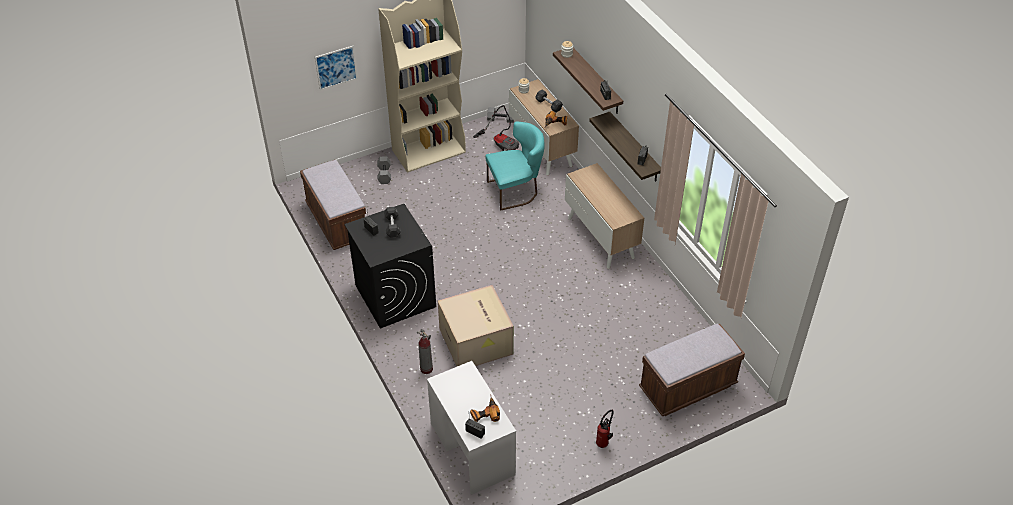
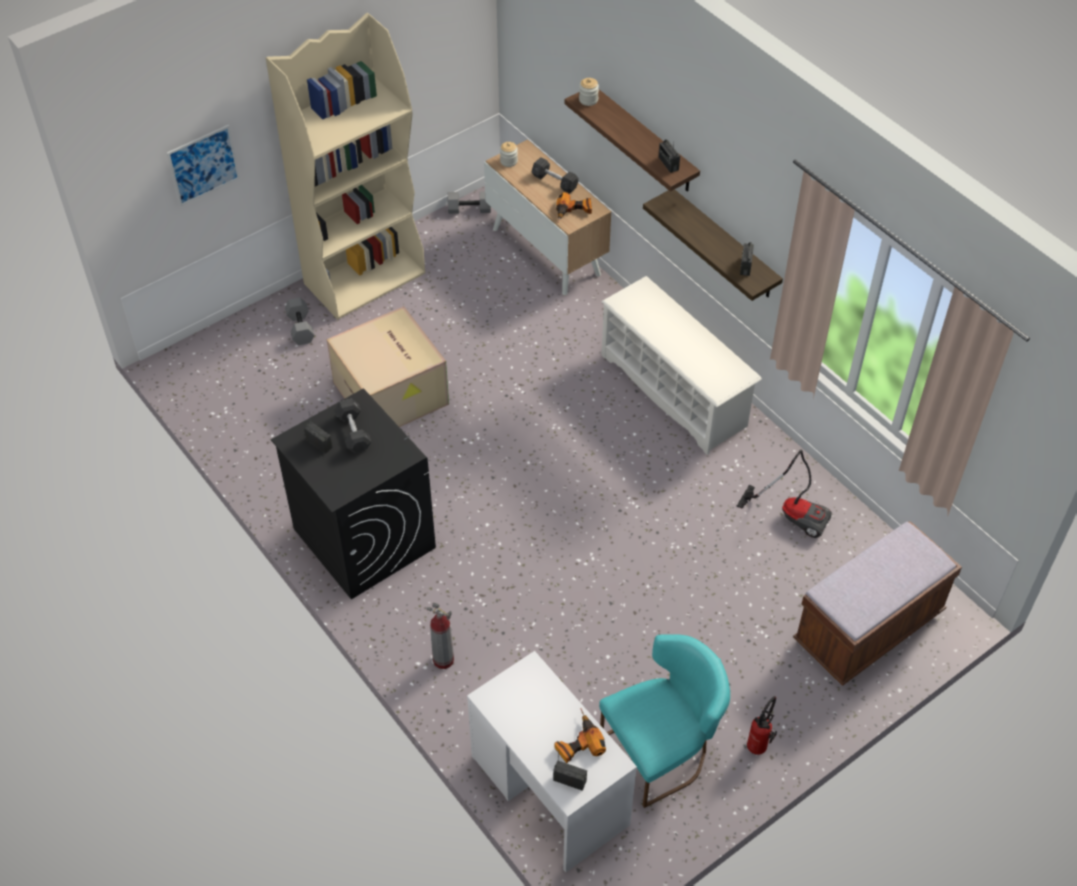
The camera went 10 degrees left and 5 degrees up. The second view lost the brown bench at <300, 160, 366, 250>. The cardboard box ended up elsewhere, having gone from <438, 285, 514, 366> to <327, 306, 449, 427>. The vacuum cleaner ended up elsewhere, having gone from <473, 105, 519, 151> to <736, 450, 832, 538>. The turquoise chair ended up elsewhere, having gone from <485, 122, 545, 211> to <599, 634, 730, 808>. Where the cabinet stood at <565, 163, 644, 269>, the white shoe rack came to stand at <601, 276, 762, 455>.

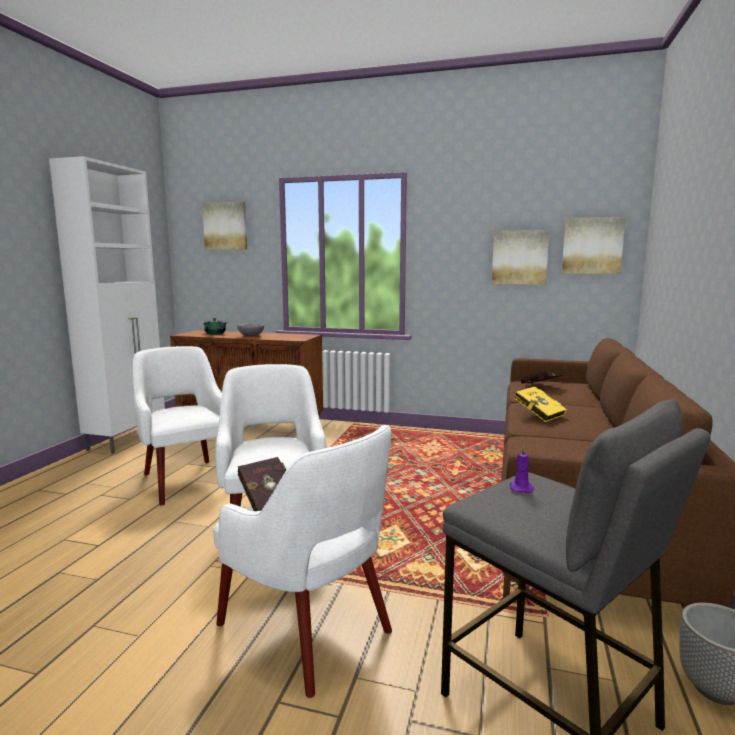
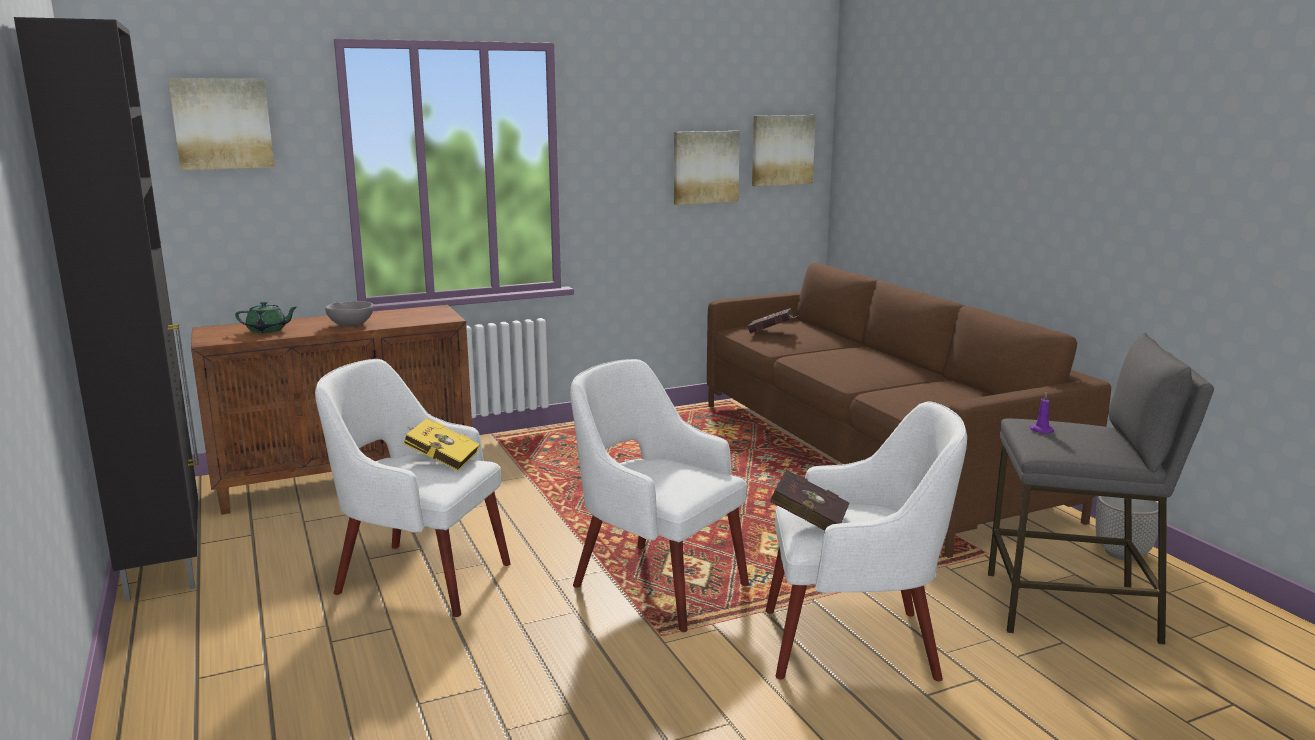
The camera went 40 degrees left and 5 degrees up. What was the white cabinet at <49, 156, 165, 454> turned into the black cabinet at <14, 17, 199, 602>. The yellow book ended up elsewhere, having gone from <514, 386, 567, 422> to <403, 418, 480, 471>.

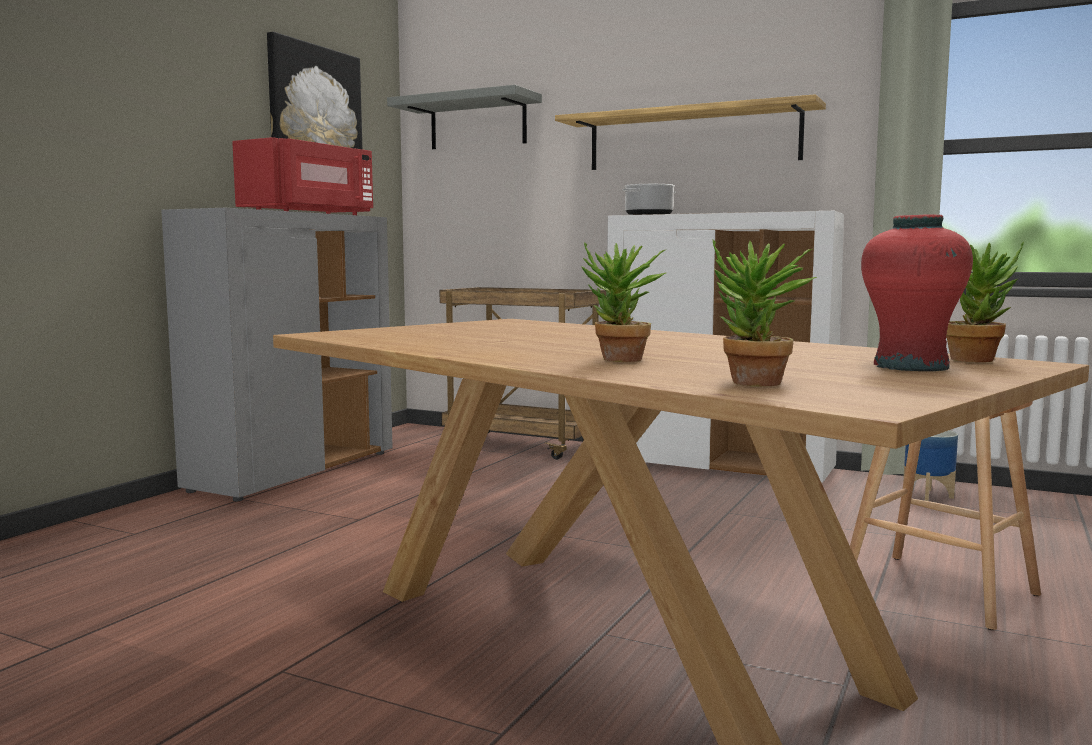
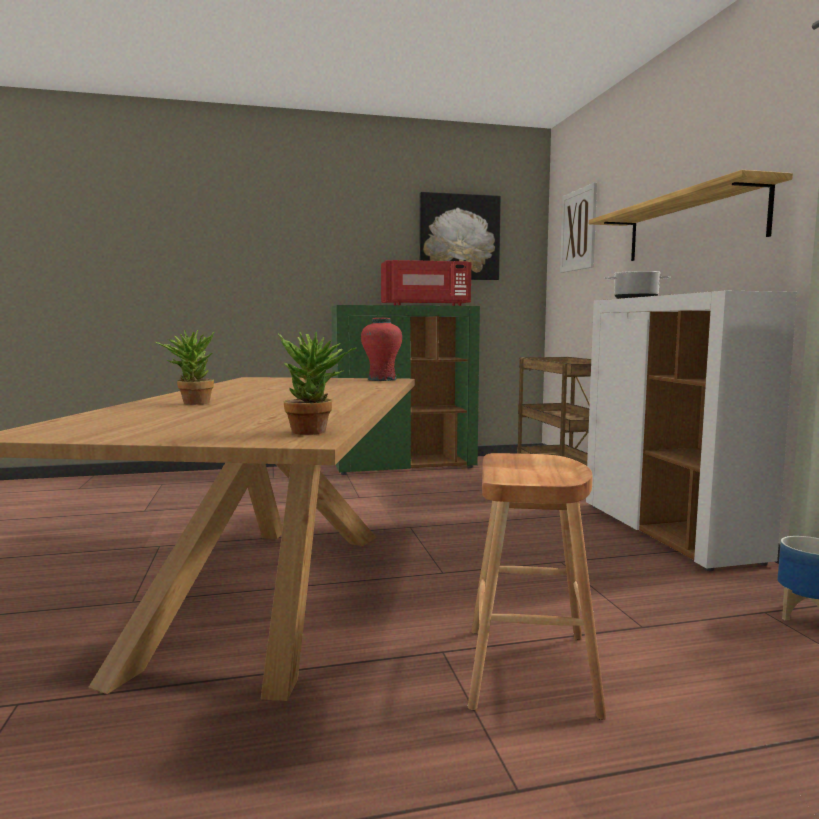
The camera went 50 degrees right and 0 degrees up. What was the grey cabinet at <161, 208, 393, 501> turned into the green cabinet at <331, 305, 480, 475>. Where the grey shelf hung at <387, 85, 542, 149>, the picture came to hang at <560, 182, 597, 273>. The second view lost the potted plant at <713, 240, 817, 387>. The red vase ended up elsewhere, having gone from <861, 214, 973, 371> to <361, 318, 402, 381>.

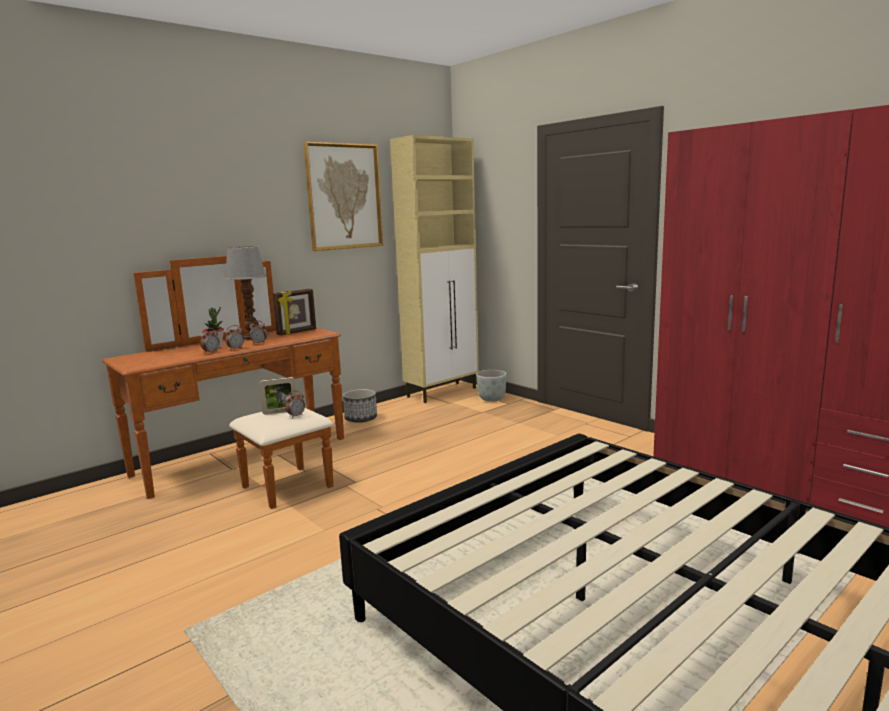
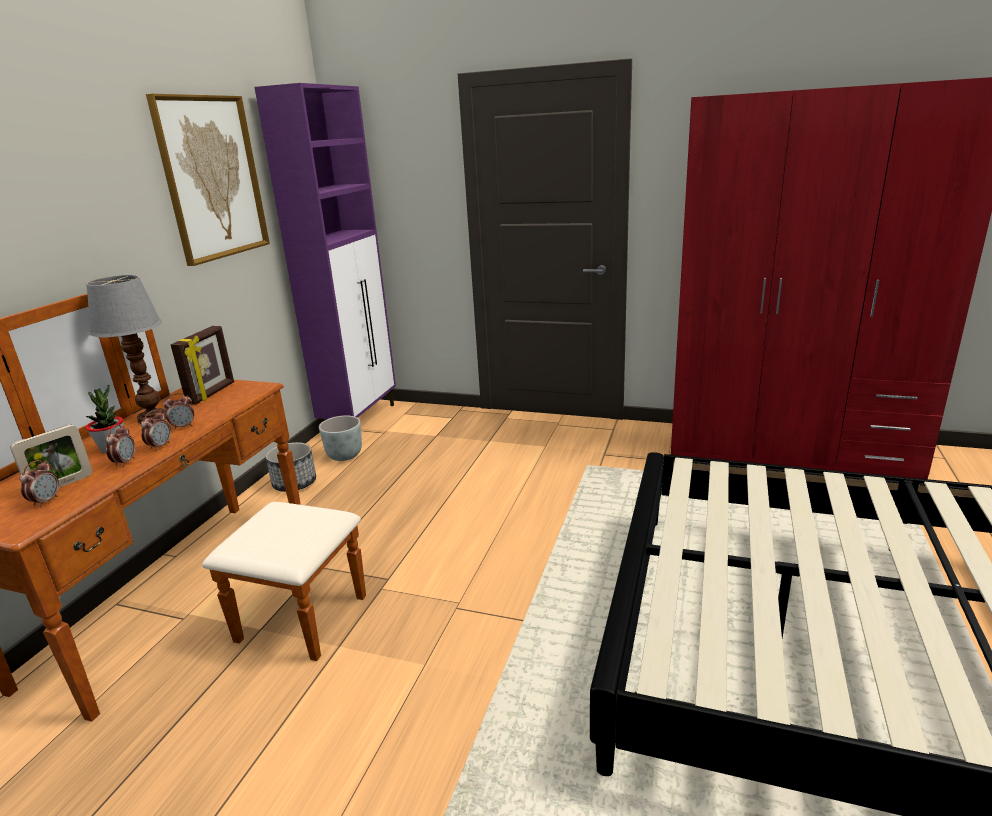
The camera went 30 degrees left and 10 degrees up. The picture frame ended up elsewhere, having gone from <259, 377, 297, 415> to <10, 425, 92, 488>. The alarm clock ended up elsewhere, having gone from <285, 391, 305, 418> to <20, 460, 59, 507>. What was the beige cabinet at <390, 135, 479, 403> turned into the purple cabinet at <254, 83, 396, 424>. The grey planter ended up elsewhere, having gone from <476, 370, 507, 402> to <319, 415, 362, 461>.

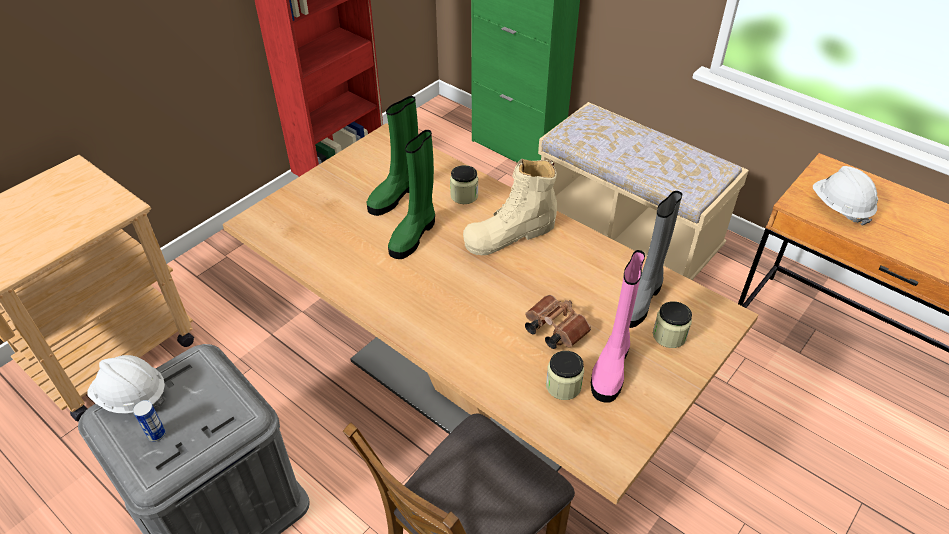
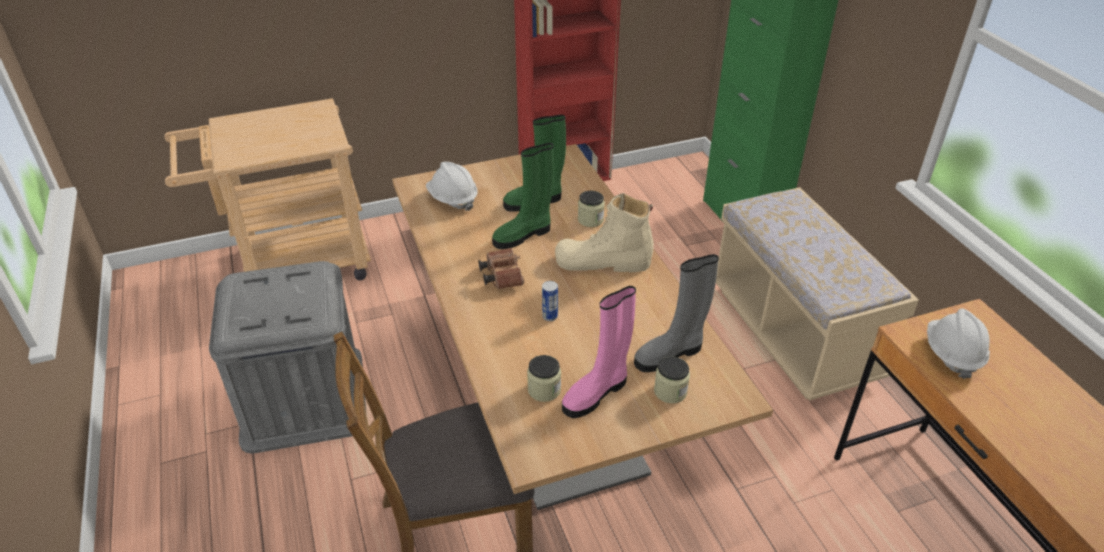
The camera went 30 degrees right and 5 degrees down. The white hard hat ended up elsewhere, having gone from <87, 355, 166, 413> to <426, 162, 478, 211>. The can ended up elsewhere, having gone from <133, 400, 166, 442> to <542, 281, 558, 321>. The brown binoculars ended up elsewhere, having gone from <525, 295, 591, 349> to <478, 248, 524, 289>.

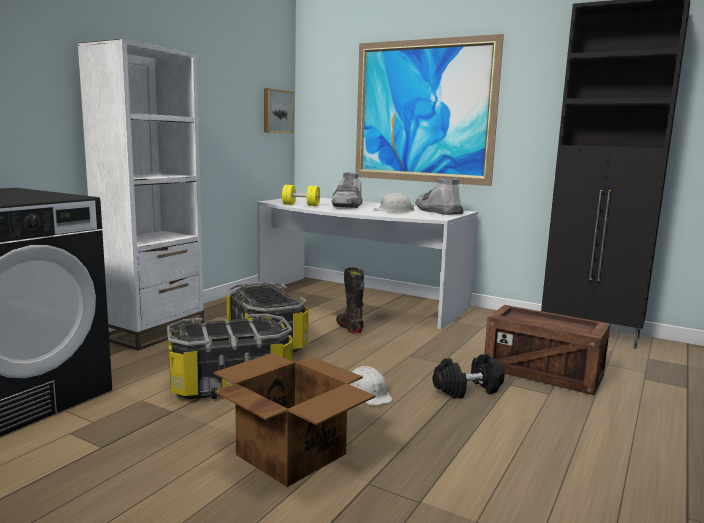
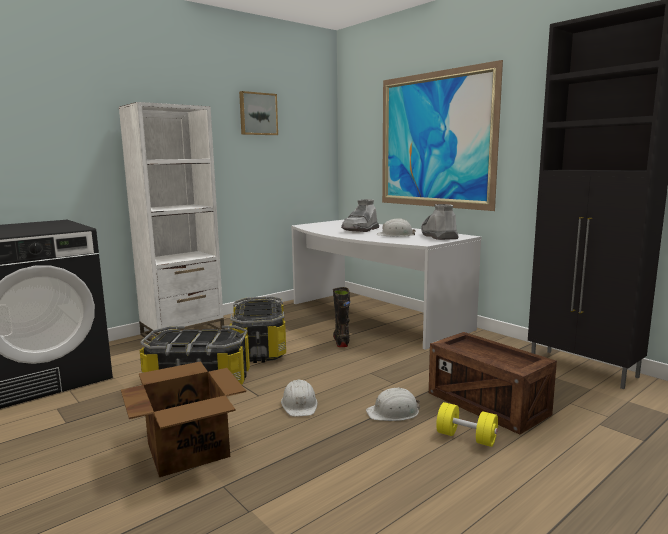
The camera went 20 degrees right and 0 degrees up. The picture ended up elsewhere, having gone from <264, 88, 294, 134> to <239, 91, 278, 135>. The yellow dumbbell ended up elsewhere, having gone from <282, 185, 320, 206> to <436, 402, 498, 447>. Where the black dumbbell stood at <432, 354, 505, 399>, the white hard hat came to stand at <366, 387, 420, 421>.

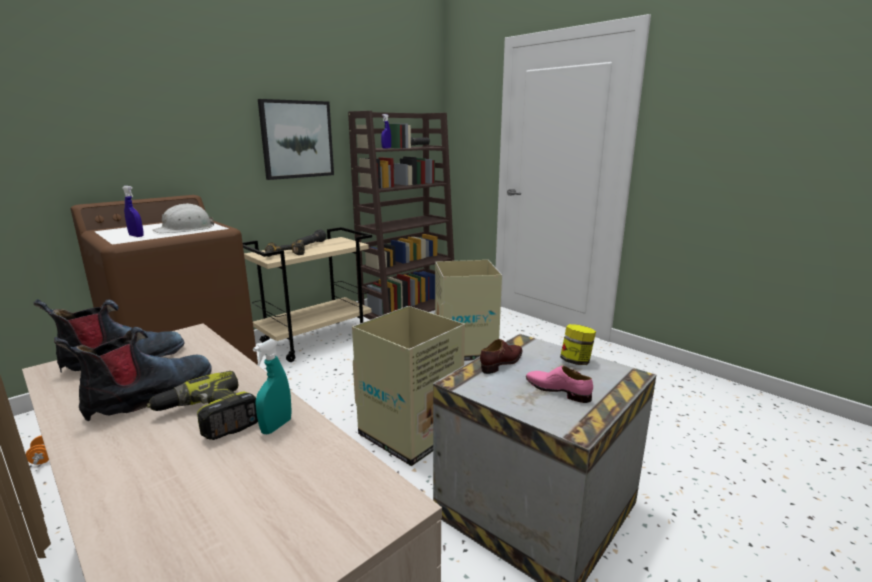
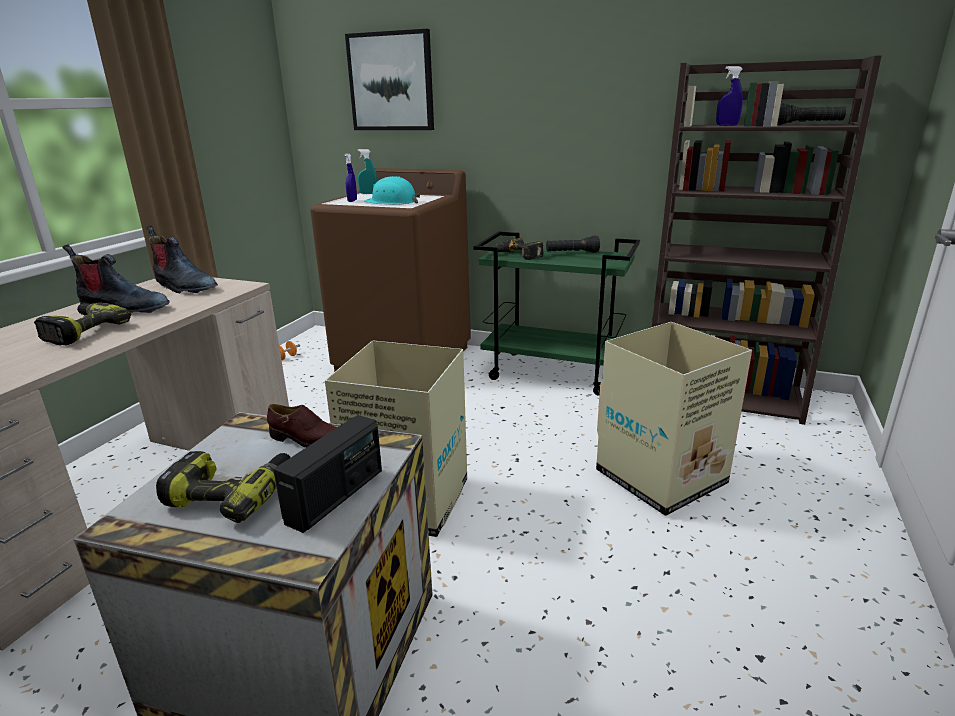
The camera went 65 degrees right and 5 degrees up. What was the white hard hat at <153, 203, 214, 233> turned into the turquoise hard hat at <364, 176, 420, 205>. What was the beige cart at <243, 227, 372, 362> turned into the green cart at <473, 231, 640, 396>. The turquoise spray bottle ended up elsewhere, having gone from <253, 339, 292, 434> to <358, 149, 377, 194>. The picture ended up elsewhere, having gone from <258, 99, 334, 180> to <345, 29, 434, 130>. Where the pink shoe stood at <526, 366, 593, 403>, the power drill came to stand at <156, 451, 291, 523>. Where the jar stood at <560, 324, 596, 365>, the radio came to stand at <273, 415, 382, 533>.

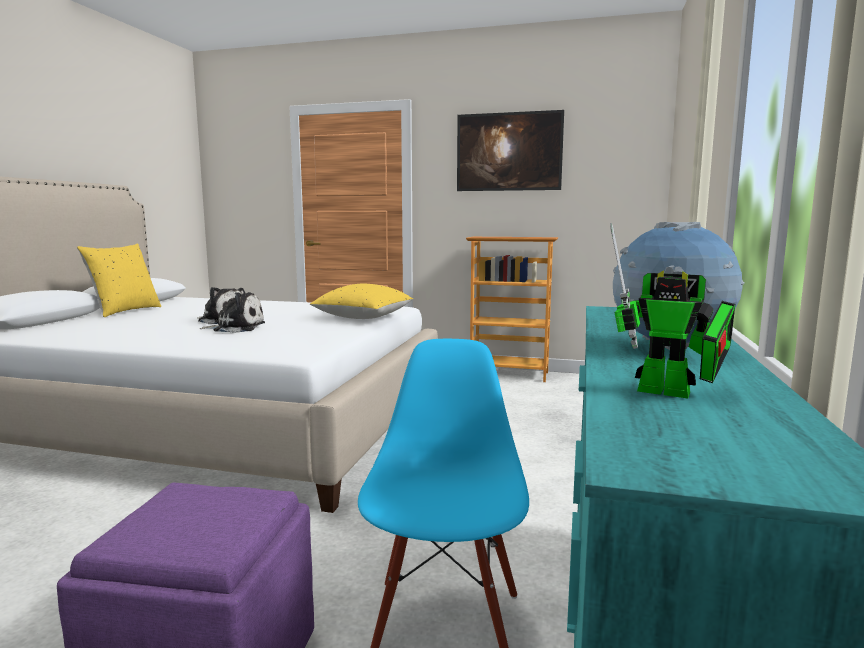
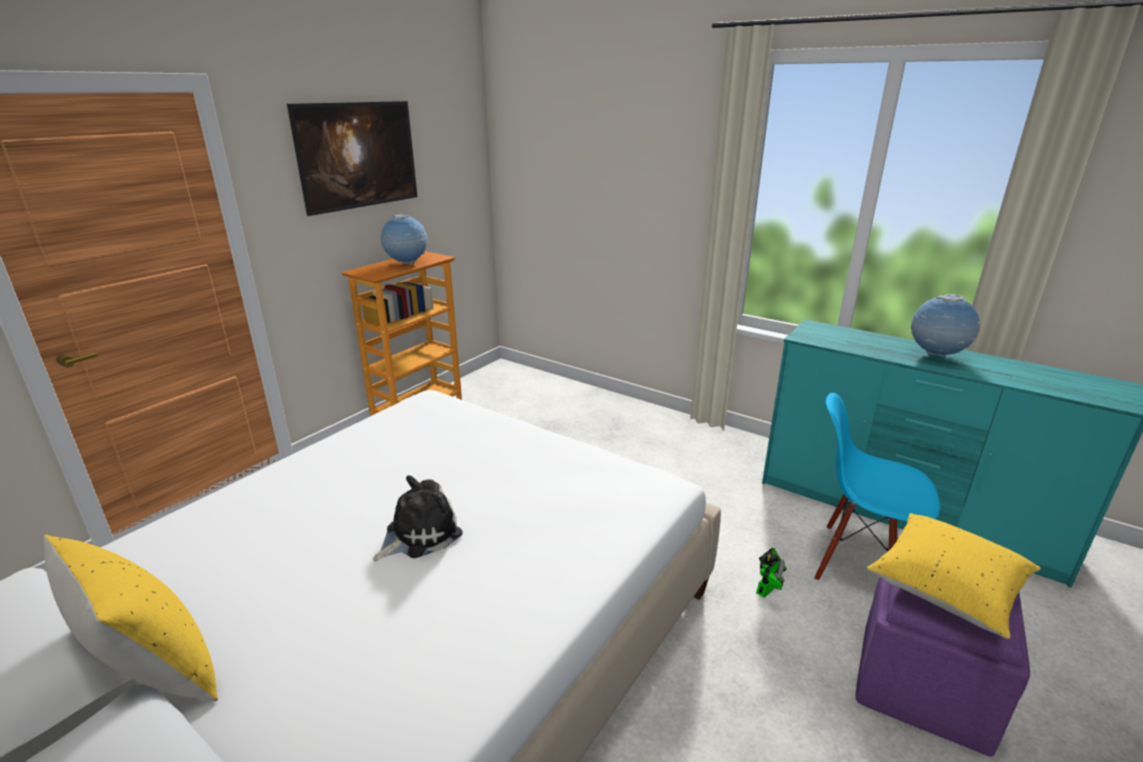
The camera went 70 degrees left and 15 degrees up. The second view lost the plush toy at <200, 292, 265, 333>. The yellow pillow ended up elsewhere, having gone from <310, 284, 413, 319> to <867, 513, 1041, 639>. The toy robot ended up elsewhere, having gone from <610, 223, 735, 399> to <756, 548, 787, 598>. The second view gained the globe at <381, 215, 428, 264>.

